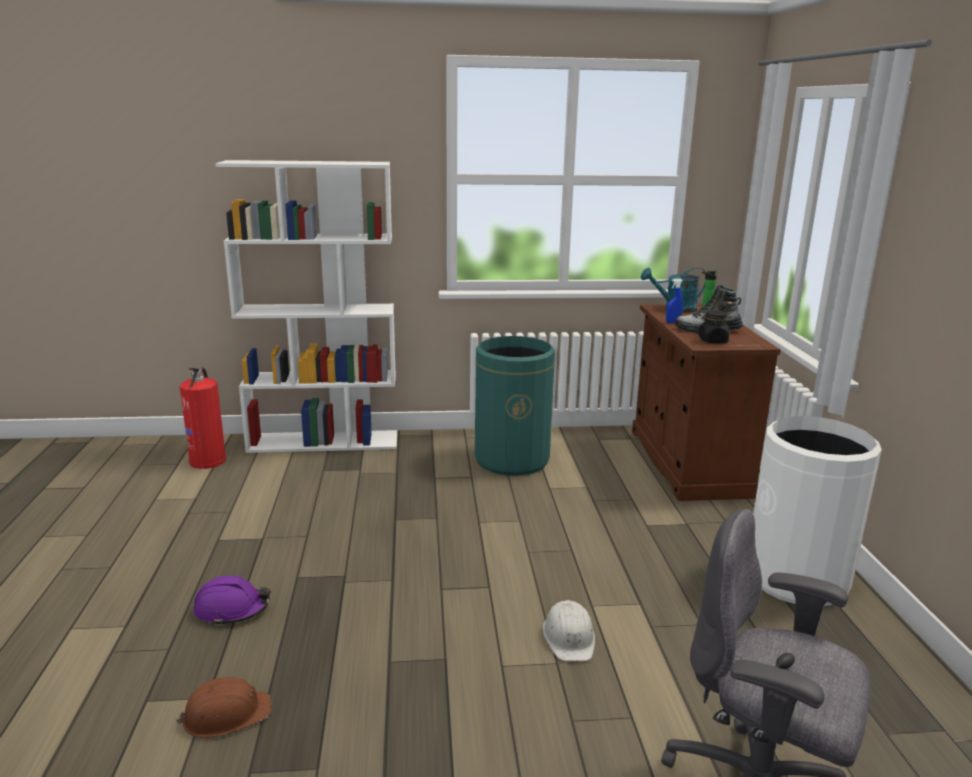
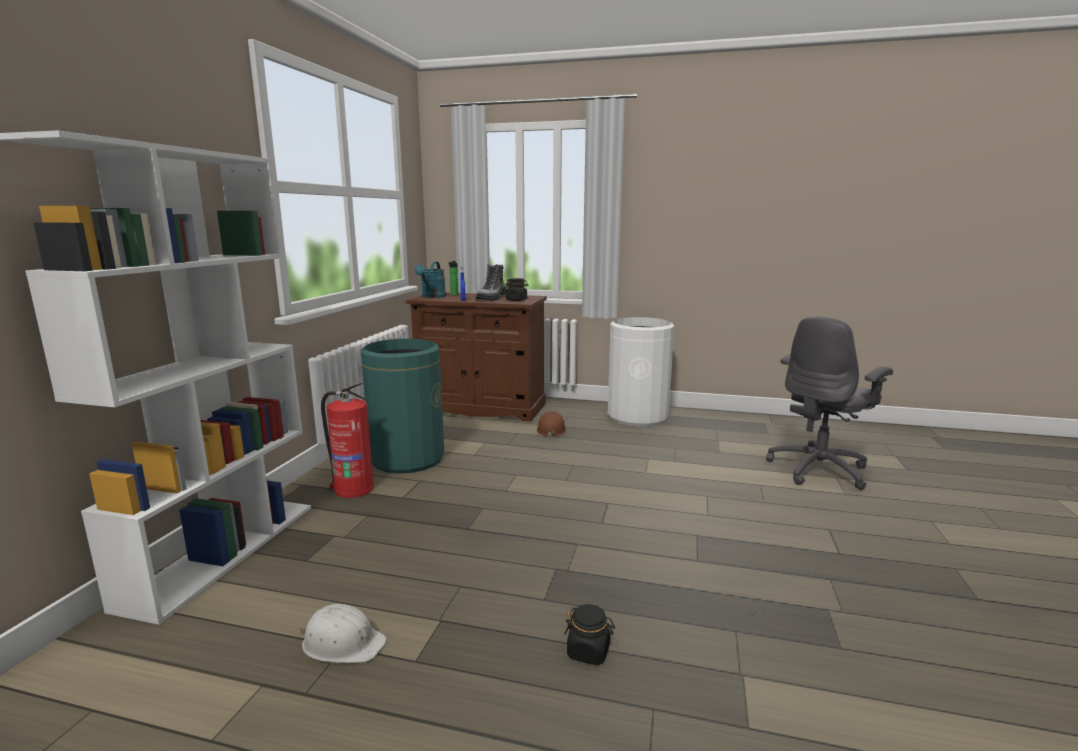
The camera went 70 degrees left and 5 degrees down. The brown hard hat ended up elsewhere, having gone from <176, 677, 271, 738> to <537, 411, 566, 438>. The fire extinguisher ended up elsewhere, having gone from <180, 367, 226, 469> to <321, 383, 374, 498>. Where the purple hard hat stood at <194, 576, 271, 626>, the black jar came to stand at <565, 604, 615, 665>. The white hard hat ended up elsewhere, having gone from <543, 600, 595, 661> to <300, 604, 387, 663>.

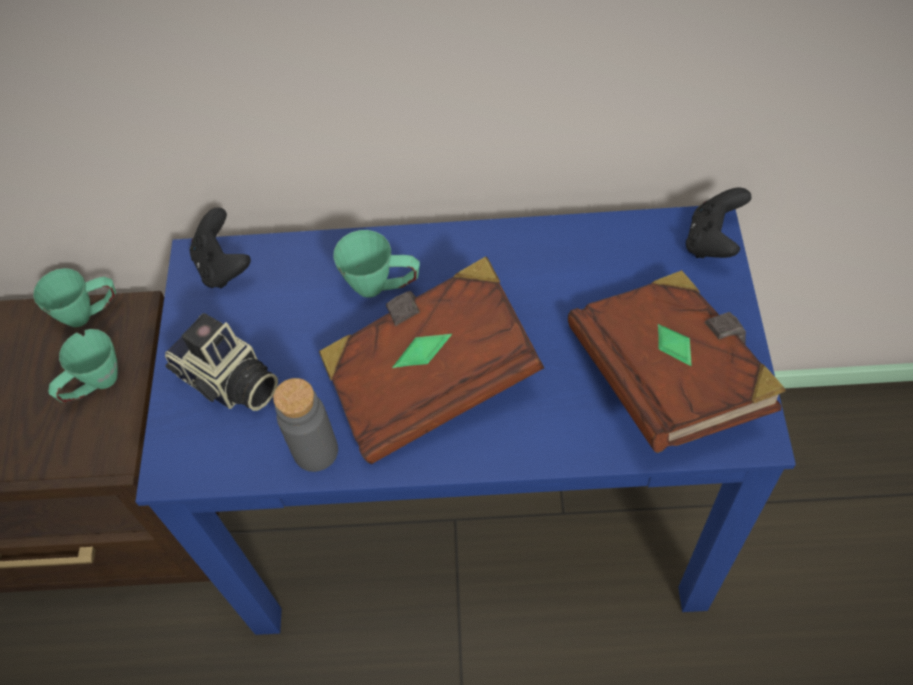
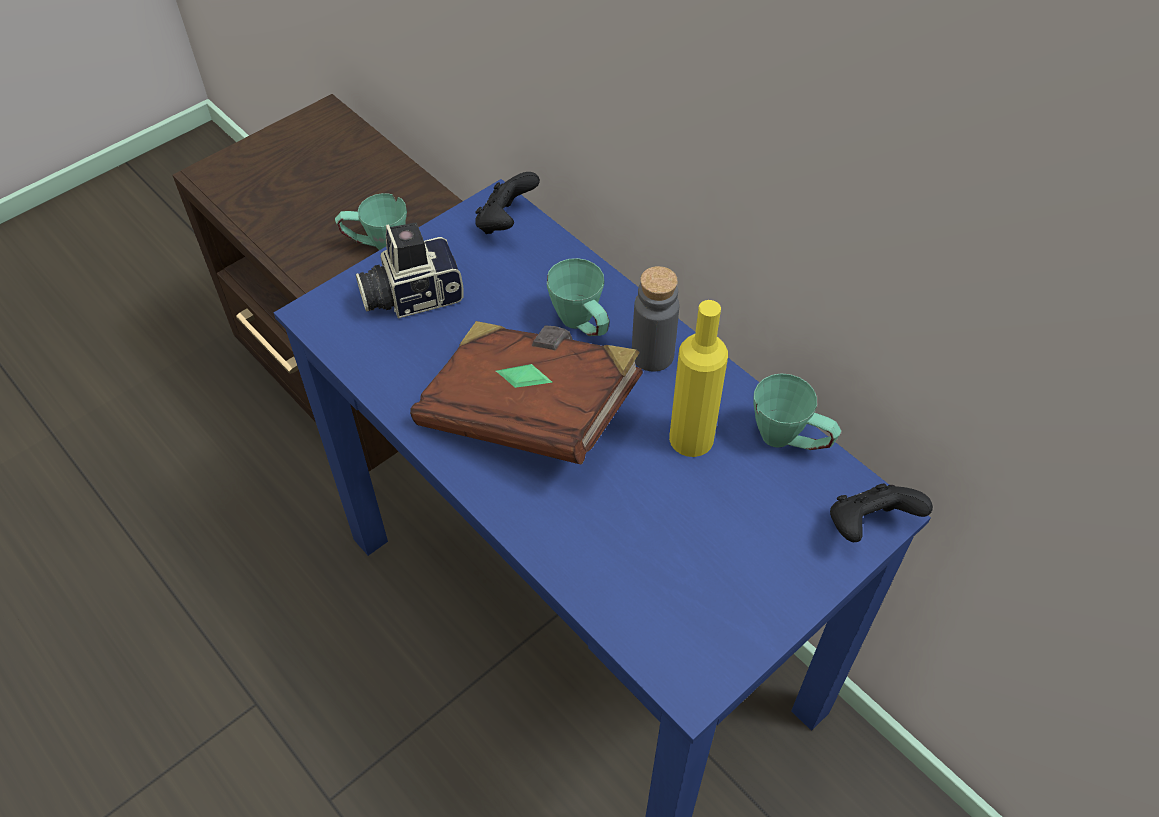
The camera went 45 degrees right and 5 degrees down. The green mug ended up elsewhere, having gone from <33, 268, 116, 327> to <753, 373, 841, 450>. The photo camera at <165, 313, 278, 411> ended up facing another way, 75 degrees clockwise from before. The grey bottle ended up elsewhere, having gone from <273, 378, 338, 472> to <632, 266, 679, 372>. The second view lost the brown book at <568, 270, 786, 453>. The second view gained the yellow bottle at <669, 300, 728, 457>.

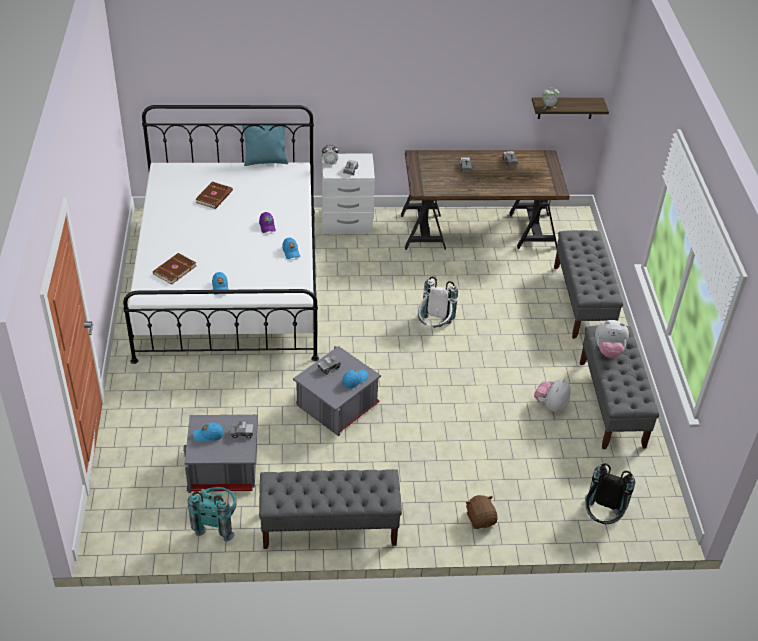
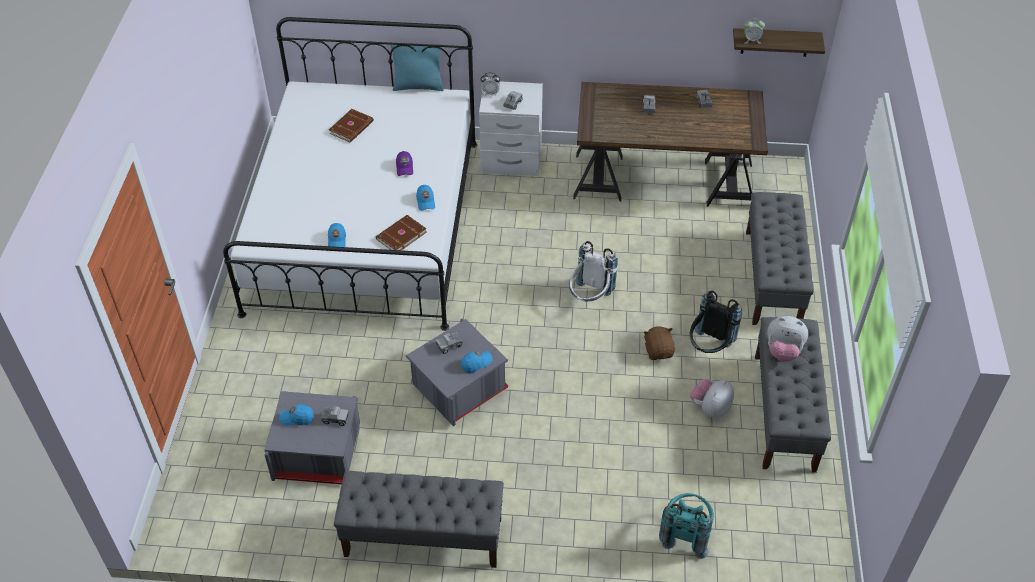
The camera went 10 degrees right and 5 degrees up. The brown book ended up elsewhere, having gone from <153, 253, 196, 284> to <376, 215, 427, 250>. The turquoise backpack ended up elsewhere, having gone from <188, 487, 237, 542> to <659, 493, 714, 559>. The brown plush toy ended up elsewhere, having gone from <465, 495, 497, 529> to <643, 326, 675, 360>. The black backpack ended up elsewhere, having gone from <585, 463, 635, 524> to <689, 290, 742, 353>.

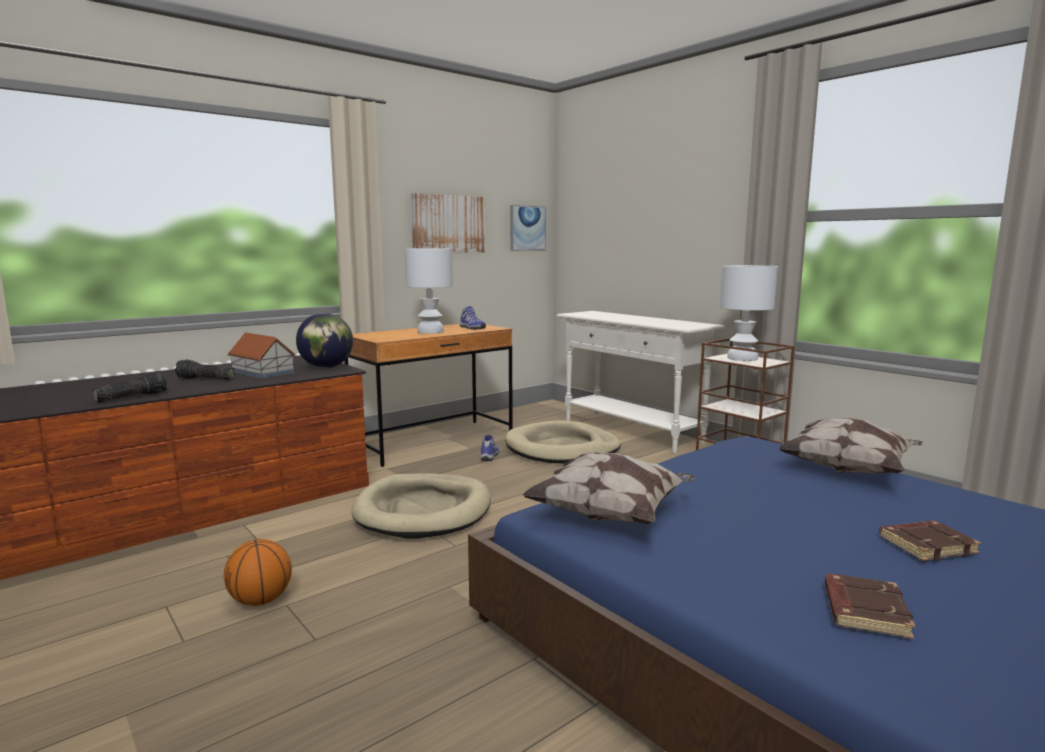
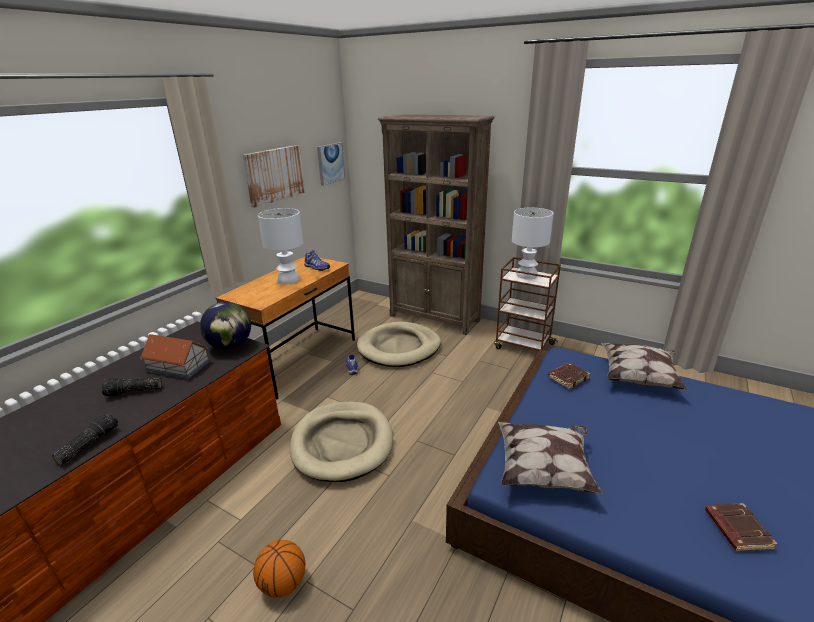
The camera went 20 degrees left and 15 degrees up. Where the white console table stood at <556, 311, 725, 453>, the brown bookcase came to stand at <378, 114, 494, 335>. The brown book ended up elsewhere, having gone from <879, 520, 981, 561> to <548, 363, 590, 389>.

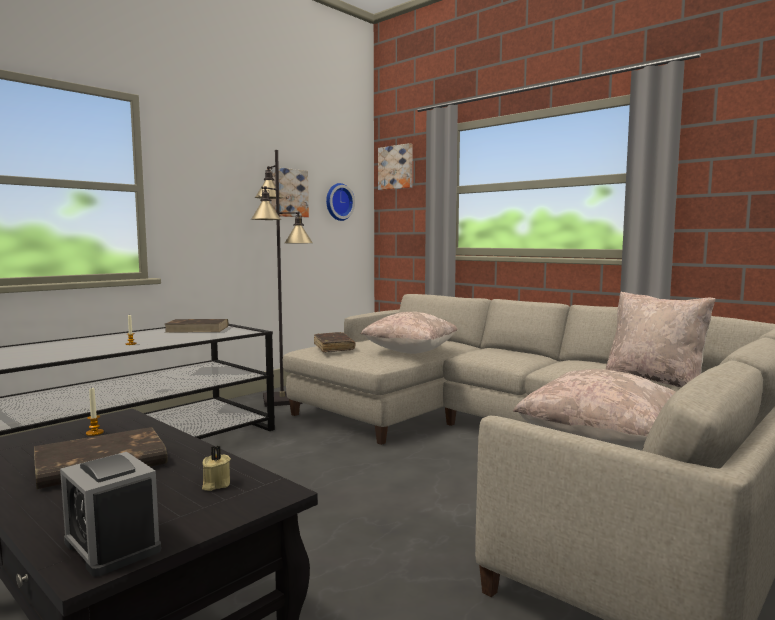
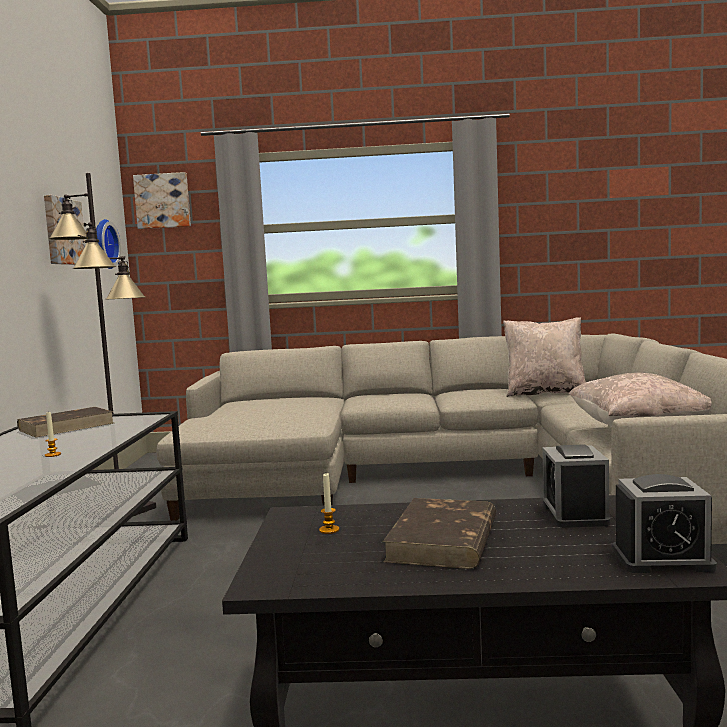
The camera went 40 degrees left and 0 degrees up. Where the beige candle stood at <202, 446, 231, 491>, the alarm clock came to stand at <543, 444, 610, 528>. The second view lost the brown book at <314, 332, 355, 352>. The second view lost the beige pillow at <361, 312, 458, 354>.

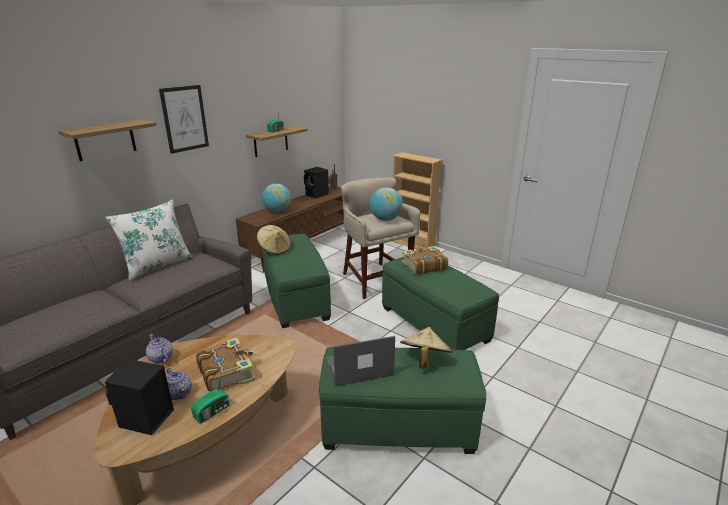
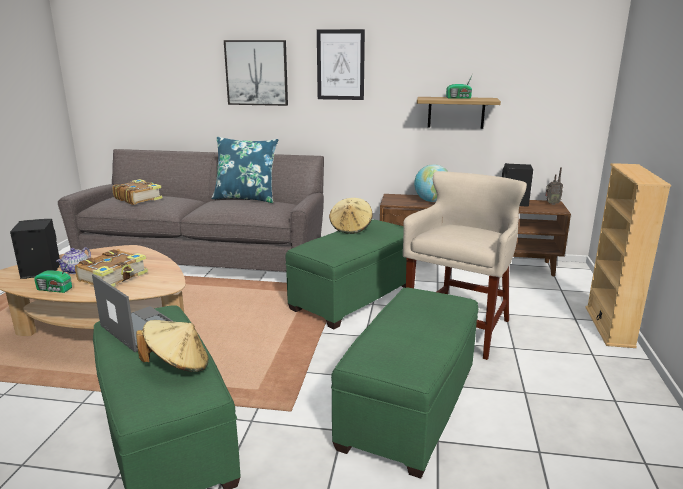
The camera went 60 degrees right and 5 degrees down. Where the shelf hung at <58, 119, 157, 161>, the picture came to hang at <224, 40, 288, 106>. What was the white pillow at <106, 200, 193, 281> turned into the blue pillow at <212, 137, 278, 203>. The second view lost the teapot at <146, 334, 173, 364>. The second view lost the globe at <370, 187, 403, 221>. The book ended up elsewhere, having gone from <402, 246, 448, 275> to <112, 179, 163, 205>.

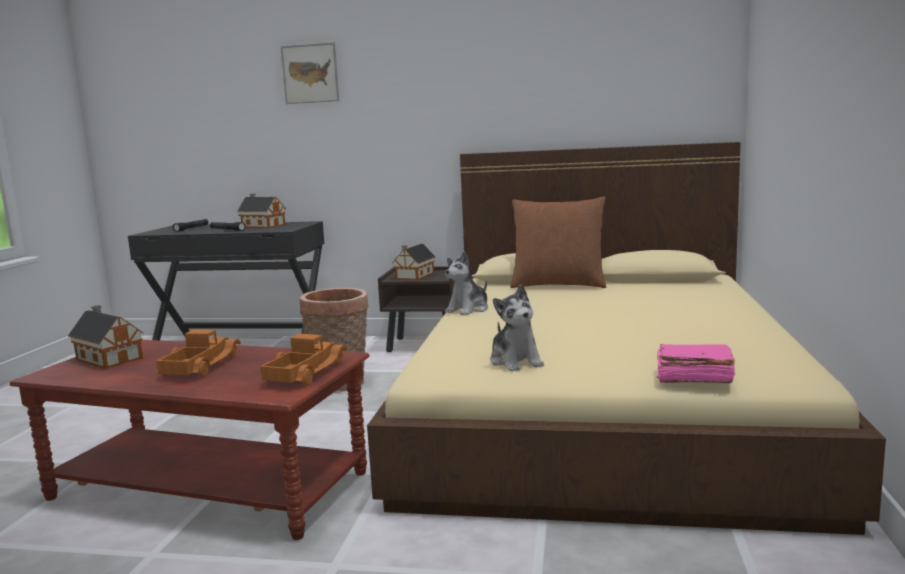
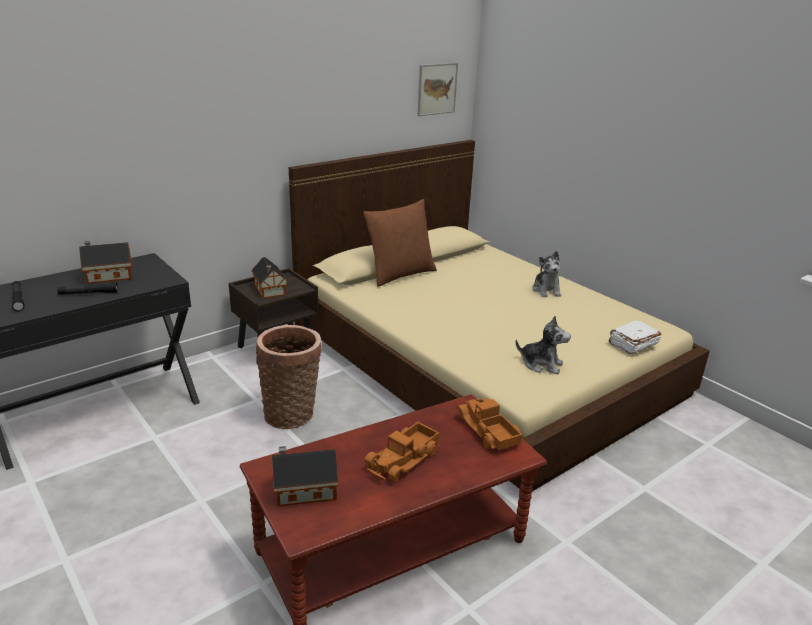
The camera went 50 degrees left and 15 degrees up. The toy truck at <156, 329, 241, 377> ended up facing another way, 105 degrees counterclockwise from before. The picture ended up elsewhere, having gone from <280, 42, 339, 104> to <418, 63, 458, 116>. The plush toy ended up elsewhere, having gone from <445, 251, 488, 315> to <532, 251, 561, 297>. What was the pink book at <657, 344, 735, 383> turned into the white book at <609, 320, 661, 355>.

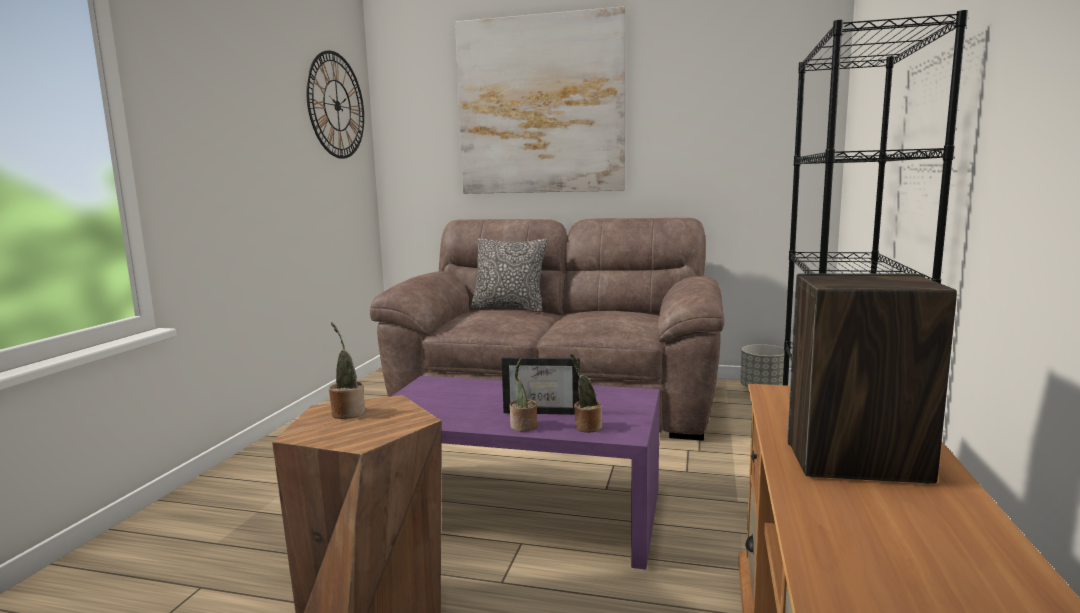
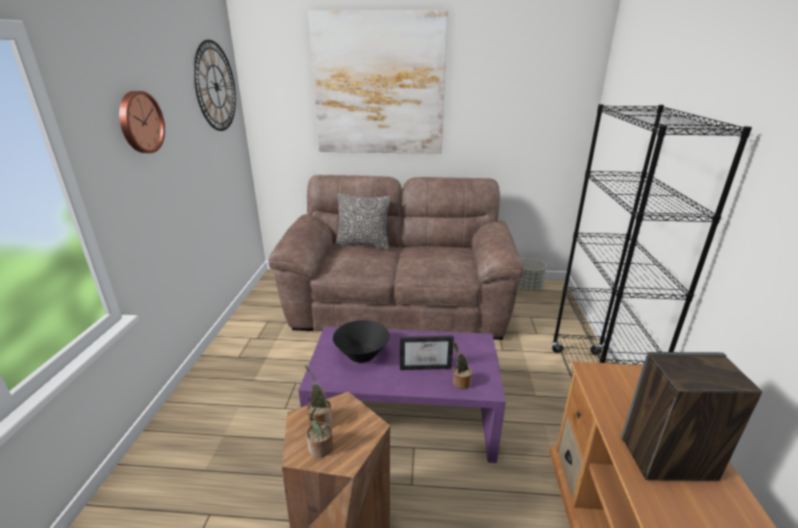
The camera went 10 degrees left and 15 degrees up. The potted plant ended up elsewhere, having gone from <510, 358, 537, 431> to <306, 406, 333, 458>. The second view gained the wall clock at <119, 91, 165, 153>. The second view gained the black bowl at <333, 320, 390, 363>.

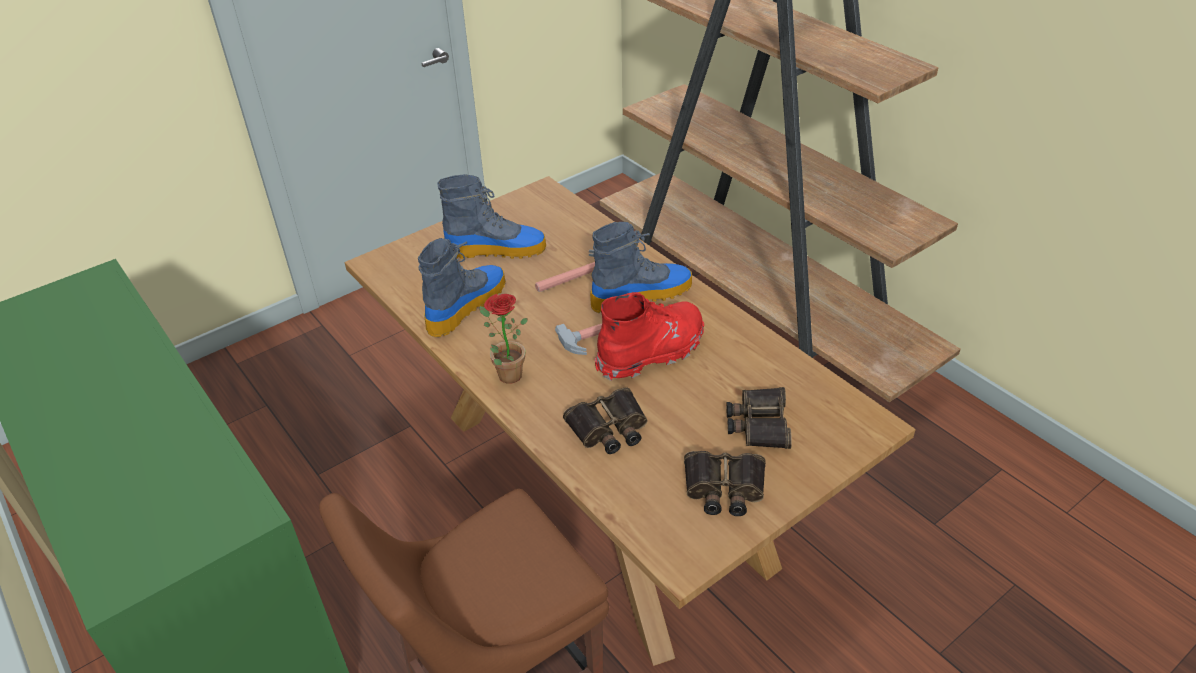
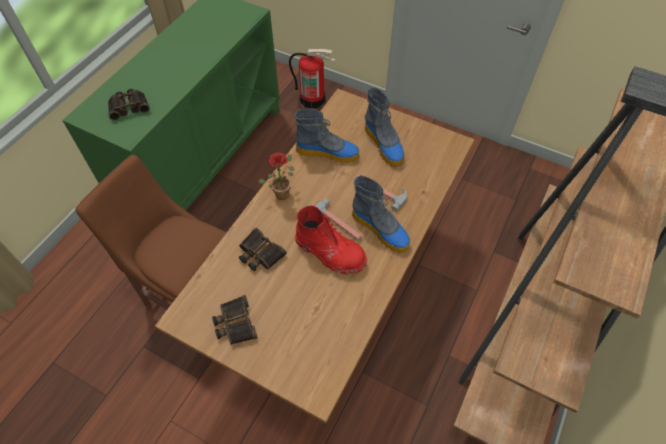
The camera went 65 degrees right and 15 degrees up. The binoculars ended up elsewhere, having gone from <726, 387, 792, 449> to <108, 89, 150, 120>. The second view gained the fire extinguisher at <289, 49, 335, 108>.

